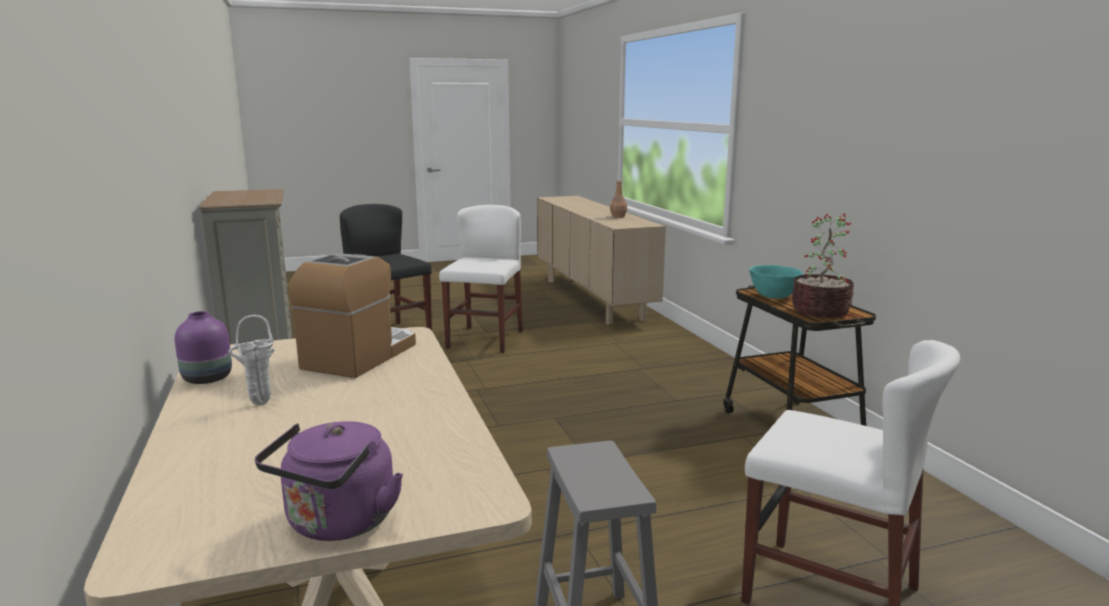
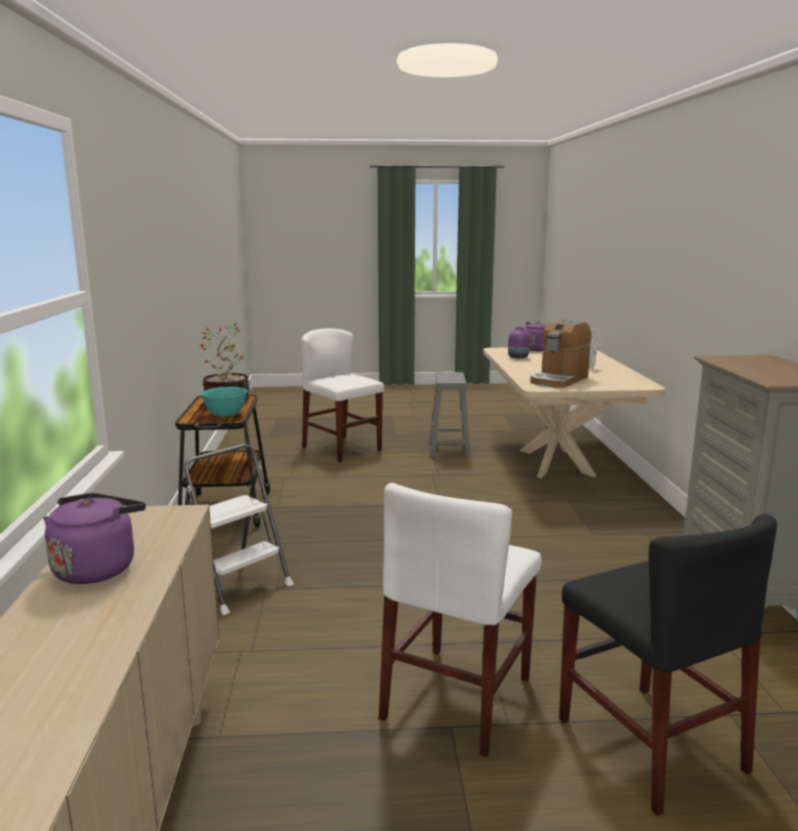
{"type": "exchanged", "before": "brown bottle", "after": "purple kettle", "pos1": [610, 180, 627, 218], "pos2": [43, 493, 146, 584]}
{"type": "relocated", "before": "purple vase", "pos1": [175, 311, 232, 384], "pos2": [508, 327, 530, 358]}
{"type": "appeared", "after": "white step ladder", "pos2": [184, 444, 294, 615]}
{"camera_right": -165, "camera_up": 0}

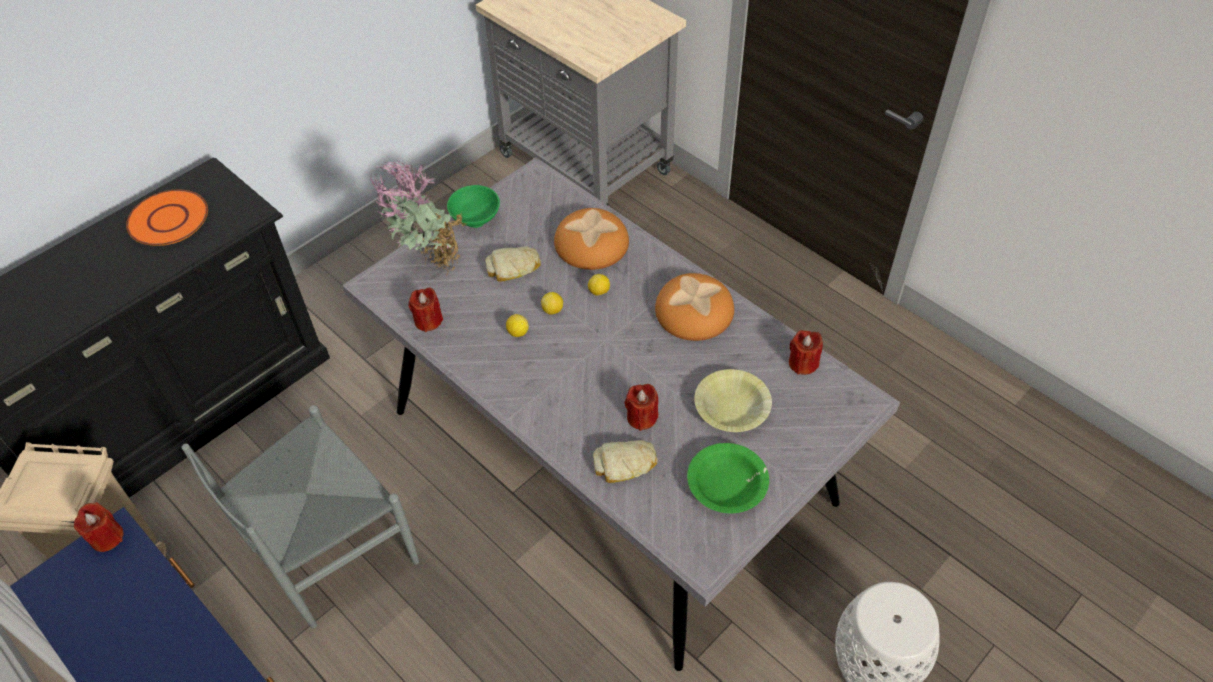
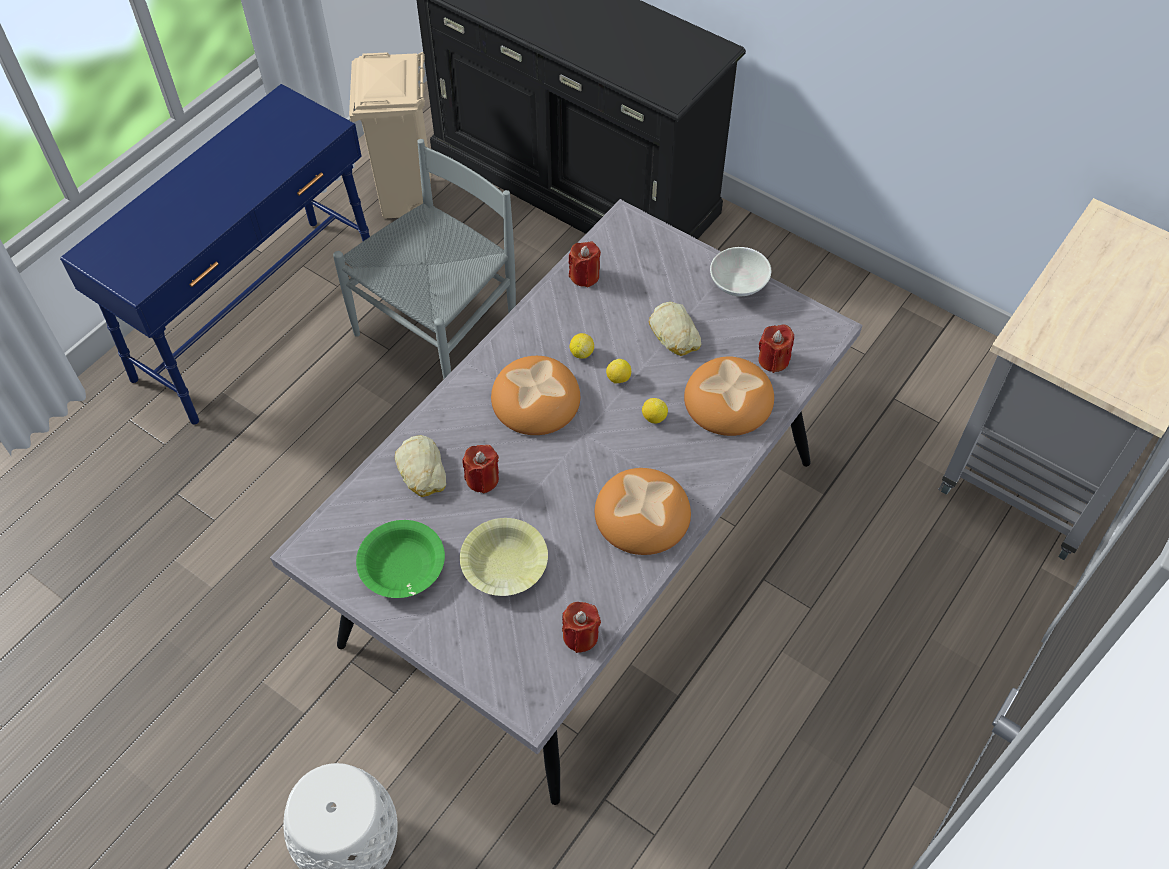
{"type": "missing", "before": "potted plant", "pos1": [370, 161, 468, 275]}
{"type": "colour", "before": "green bowl", "after": "white bowl", "pos1": [447, 185, 500, 228], "pos2": [710, 247, 771, 297]}
{"type": "missing", "before": "orange plate", "pos1": [126, 189, 208, 246]}
{"type": "spun", "before": "grey chair", "pos1": [182, 405, 419, 629], "pos2": [333, 139, 516, 379], "turn": 90}
{"type": "relocated", "before": "red candle", "pos1": [74, 502, 123, 552], "pos2": [758, 325, 794, 373]}
{"type": "appeared", "after": "bread", "pos2": [491, 356, 580, 435]}
{"camera_right": 80, "camera_up": 5}

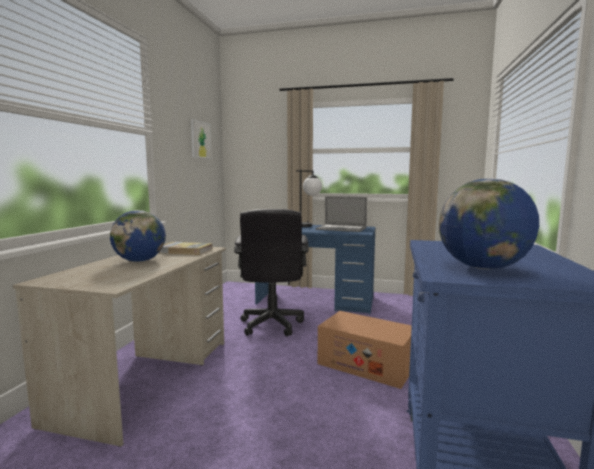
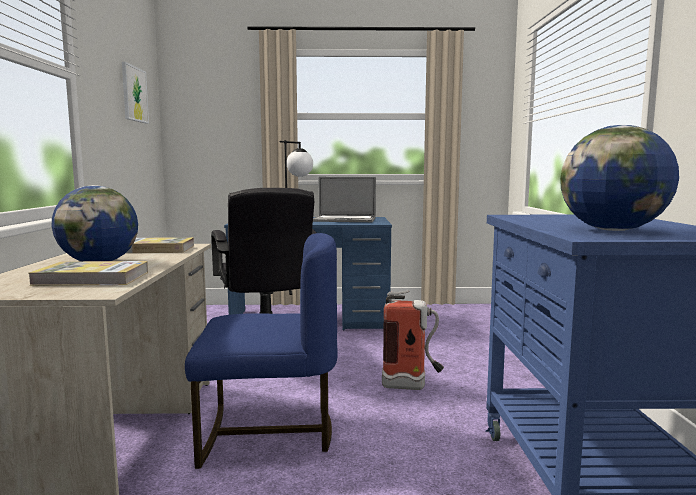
{"type": "exchanged", "before": "cardboard box", "after": "fire extinguisher", "pos1": [318, 311, 412, 389], "pos2": [382, 291, 444, 390]}
{"type": "appeared", "after": "blue chair", "pos2": [185, 233, 337, 469]}
{"type": "appeared", "after": "book", "pos2": [29, 261, 148, 286]}
{"camera_right": -15, "camera_up": 0}

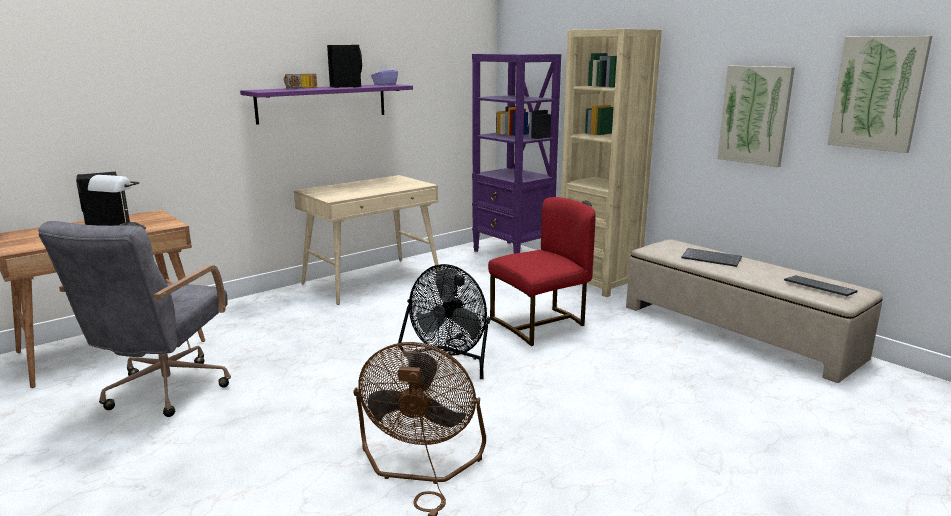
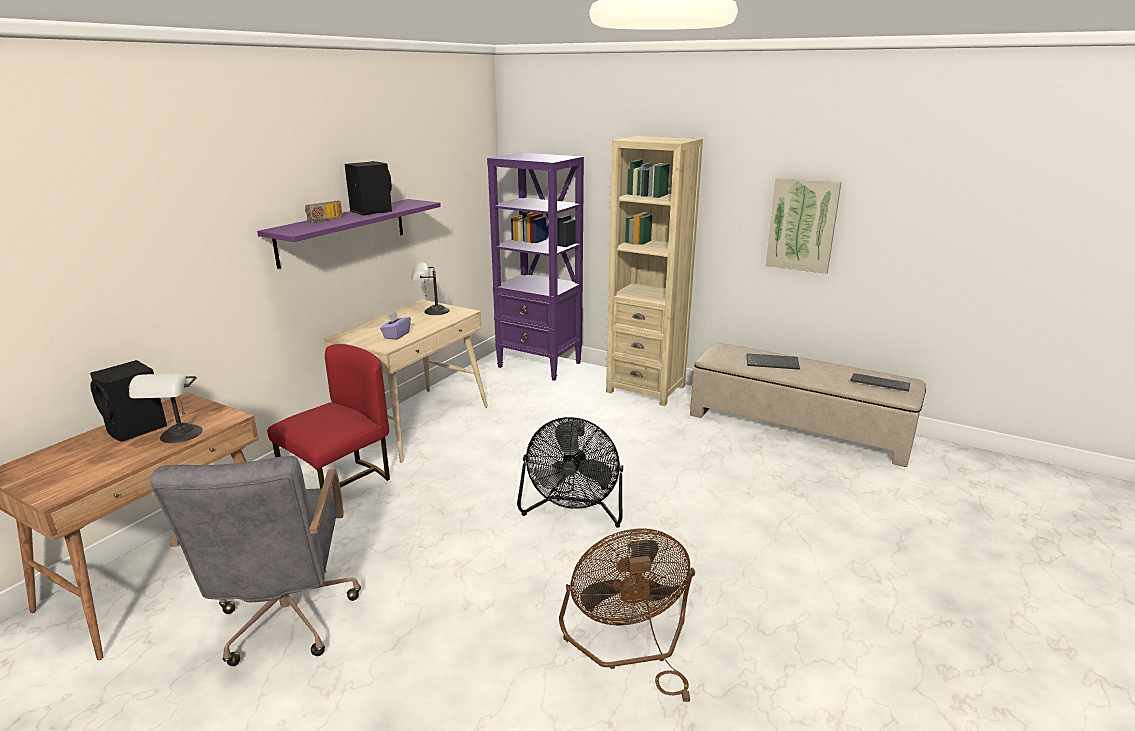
{"type": "missing", "before": "picture", "pos1": [828, 36, 932, 153]}
{"type": "relocated", "before": "purple tissue box", "pos1": [371, 65, 398, 85], "pos2": [380, 311, 411, 340]}
{"type": "relocated", "before": "red chair", "pos1": [488, 197, 596, 346], "pos2": [267, 344, 390, 489]}
{"type": "appeared", "after": "table lamp", "pos2": [412, 263, 450, 315]}
{"camera_right": -20, "camera_up": 5}

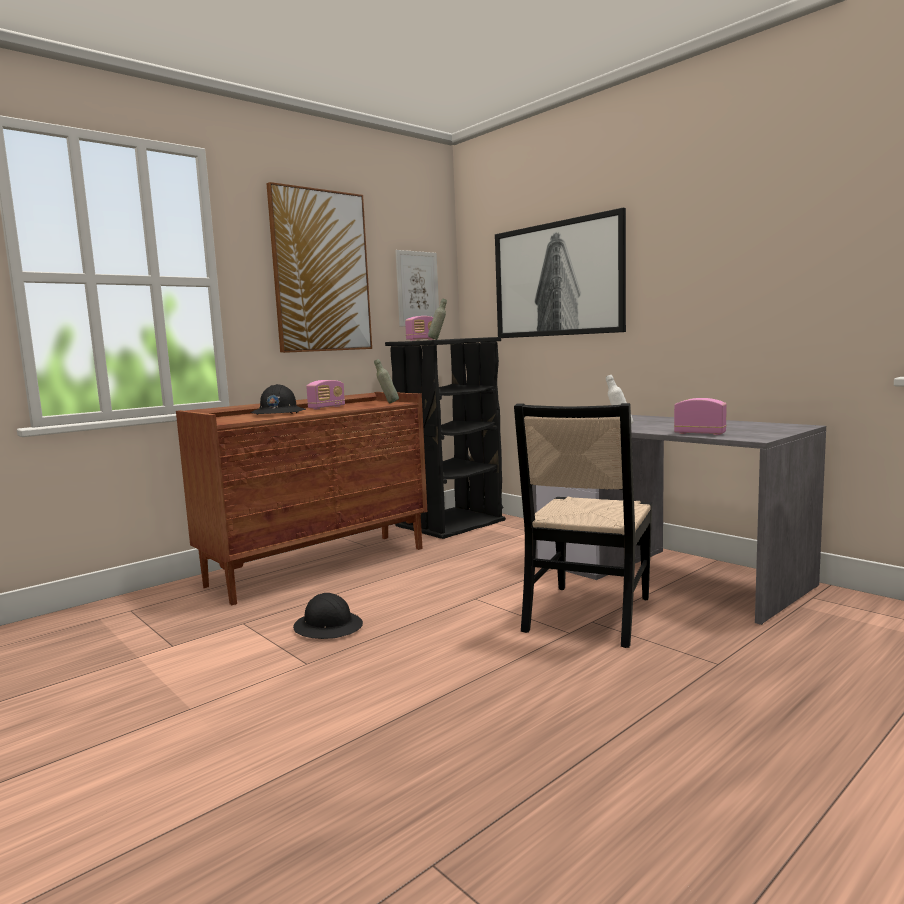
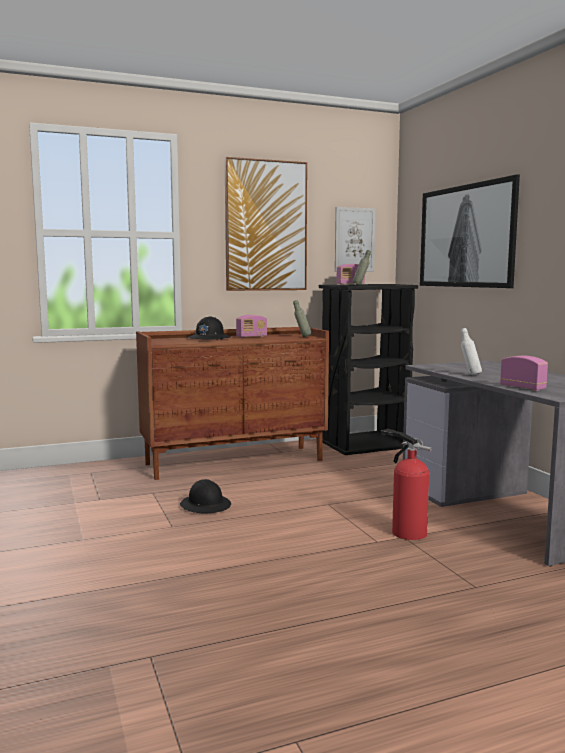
{"type": "exchanged", "before": "chair", "after": "fire extinguisher", "pos1": [514, 403, 652, 648], "pos2": [381, 429, 432, 540]}
{"camera_right": 20, "camera_up": 0}

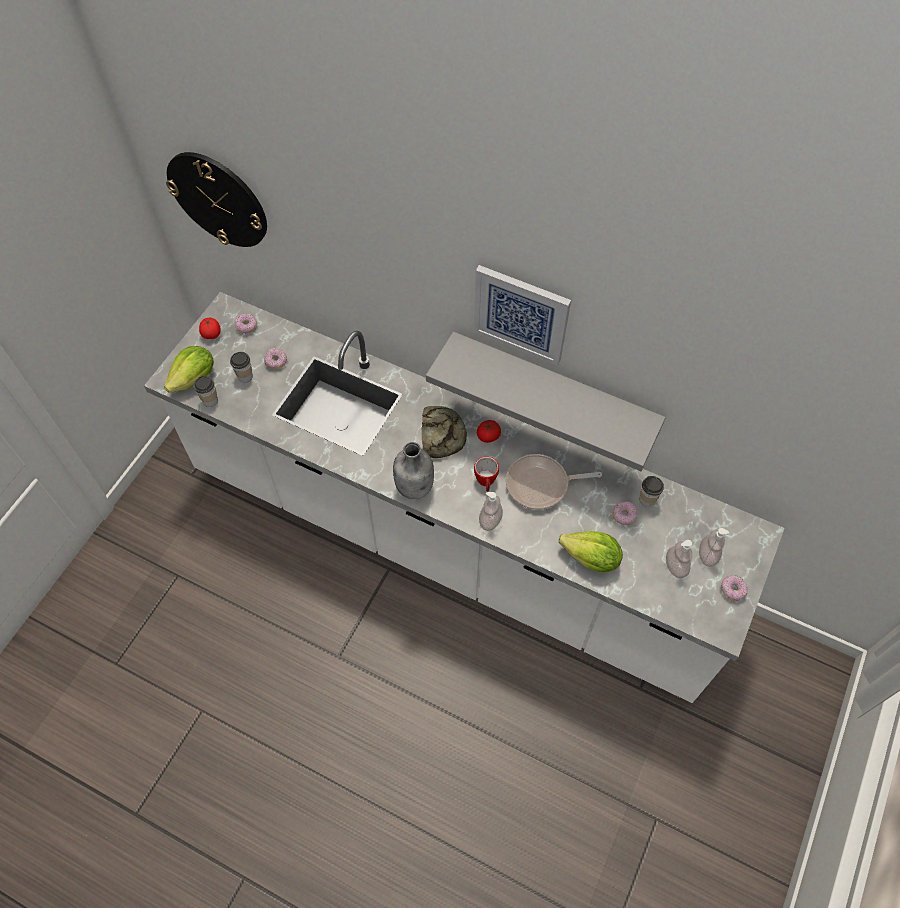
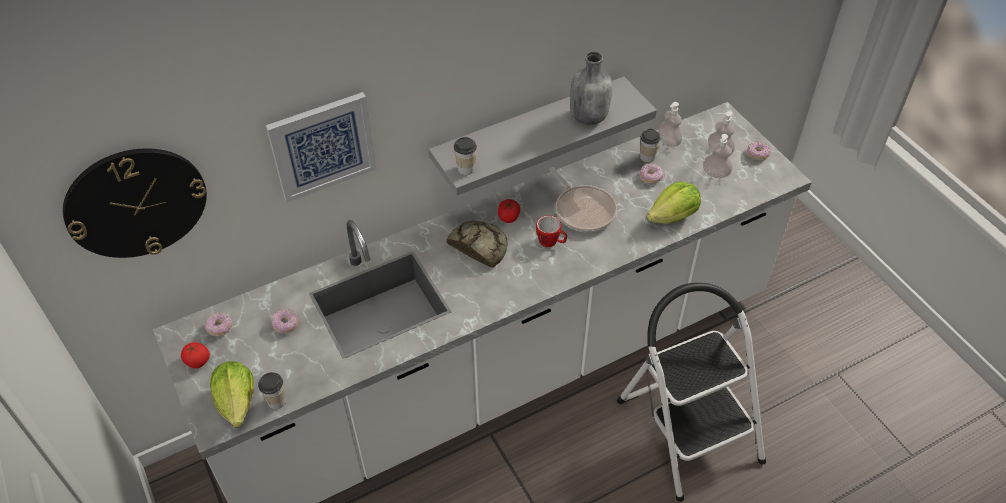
{"type": "relocated", "before": "picture", "pos1": [474, 265, 571, 366], "pos2": [265, 92, 377, 203]}
{"type": "relocated", "before": "cup", "pos1": [230, 352, 253, 383], "pos2": [454, 137, 477, 175]}
{"type": "relocated", "before": "grey bottle", "pos1": [393, 442, 434, 499], "pos2": [570, 51, 612, 125]}
{"type": "spun", "before": "frying pan", "pos1": [506, 454, 602, 510], "pos2": [549, 167, 617, 232], "turn": -60}
{"type": "relocated", "before": "soap dispenser", "pos1": [479, 492, 503, 531], "pos2": [659, 102, 682, 147]}
{"type": "appeared", "after": "step ladder", "pos2": [617, 283, 766, 502]}
{"camera_right": -55, "camera_up": -10}

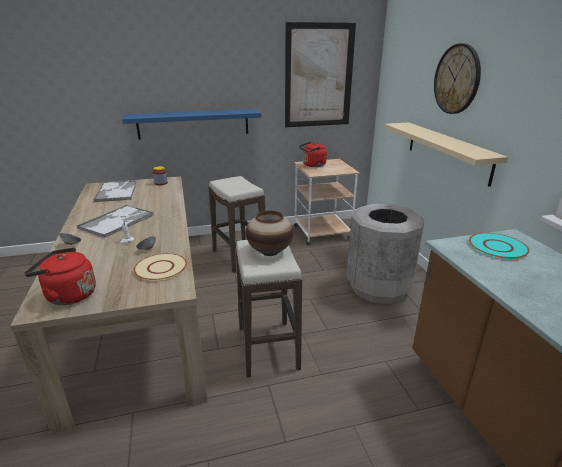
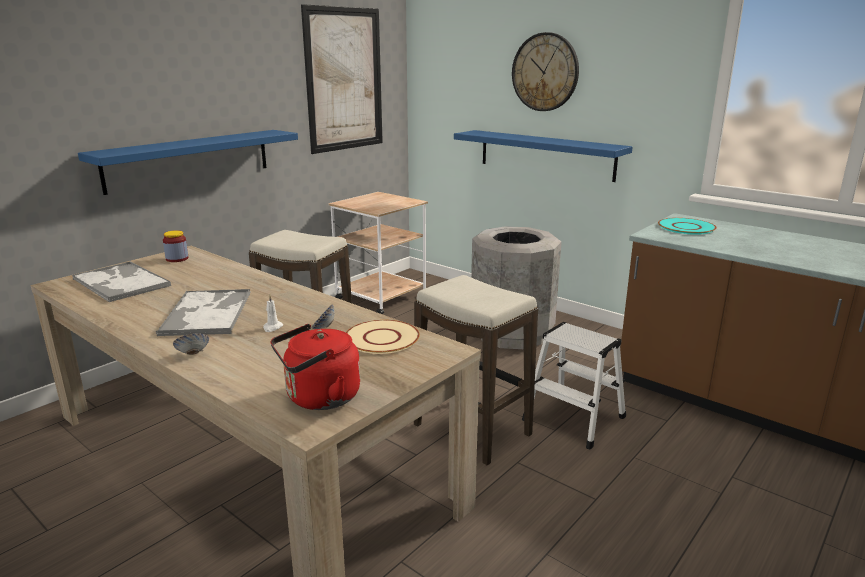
{"type": "colour", "before": "beige shelf", "after": "blue shelf", "pos1": [384, 122, 508, 187], "pos2": [454, 130, 633, 182]}
{"type": "missing", "before": "red kettle", "pos1": [299, 142, 327, 167]}
{"type": "missing", "before": "vase", "pos1": [246, 211, 294, 256]}
{"type": "appeared", "after": "white step ladder", "pos2": [522, 322, 626, 450]}
{"camera_right": -35, "camera_up": -5}

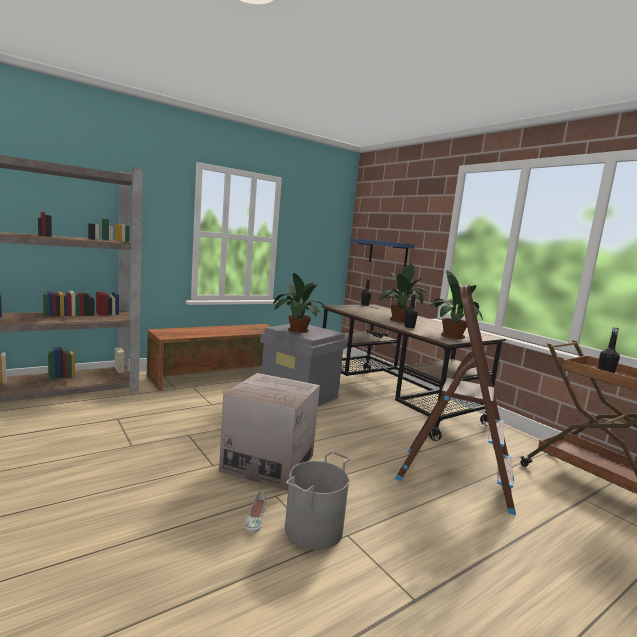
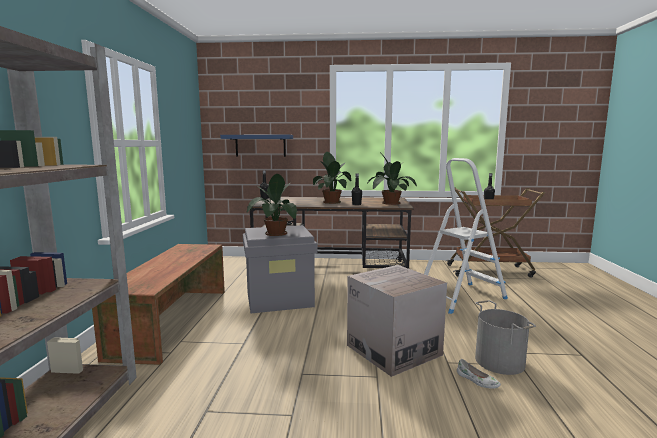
{"type": "colour", "before": "brown step ladder", "after": "white step ladder", "pos1": [395, 284, 516, 515], "pos2": [424, 158, 508, 314]}
{"camera_right": -50, "camera_up": 0}

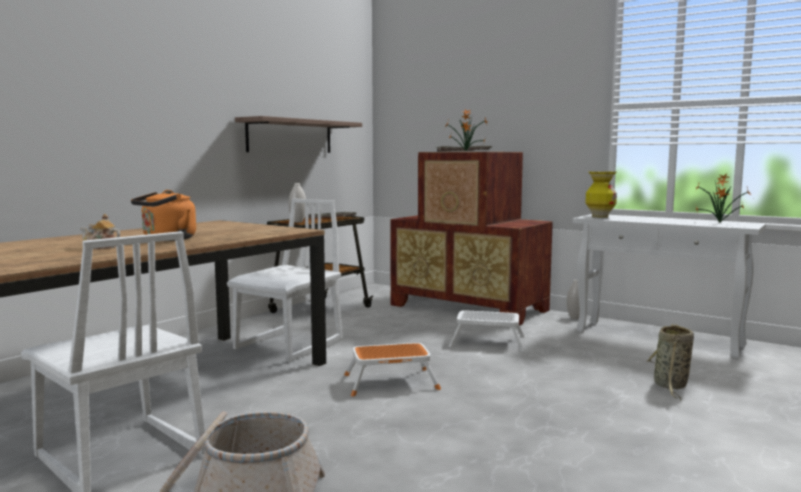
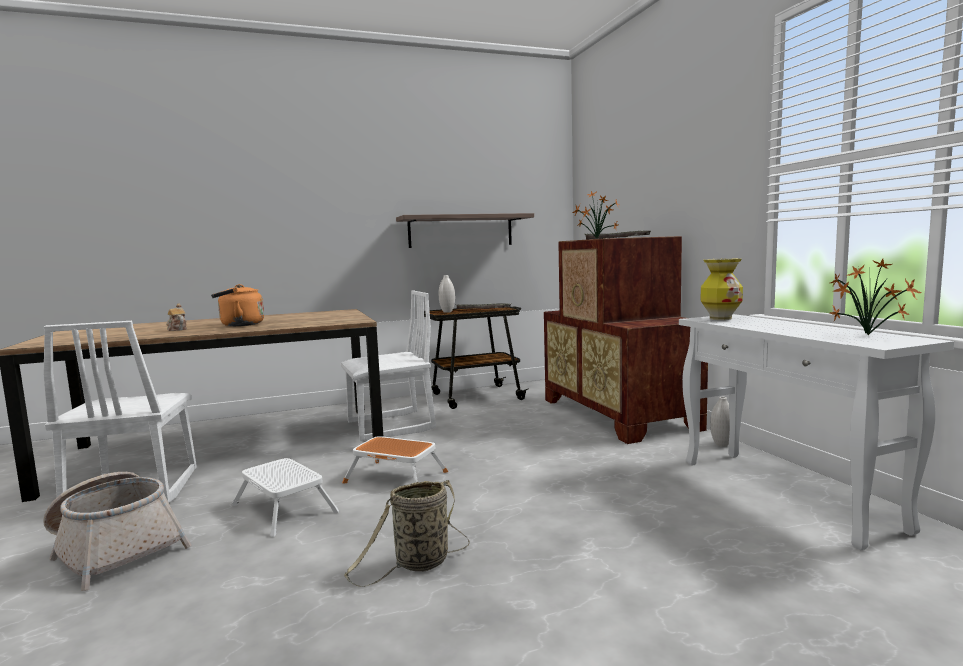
{"type": "relocated", "before": "white step ladder", "pos1": [449, 310, 525, 352], "pos2": [232, 458, 339, 537]}
{"type": "relocated", "before": "basket", "pos1": [647, 324, 694, 400], "pos2": [344, 480, 470, 587]}
{"camera_right": 35, "camera_up": 0}

